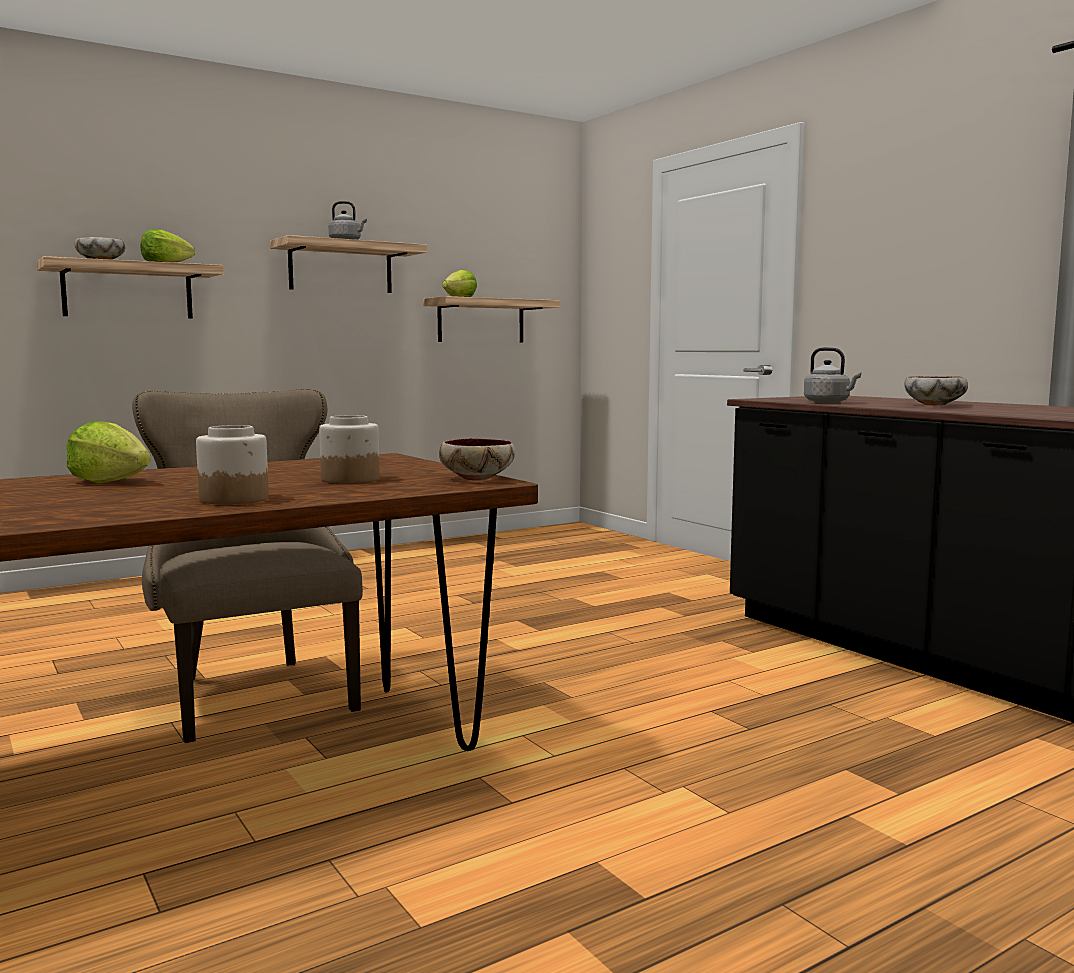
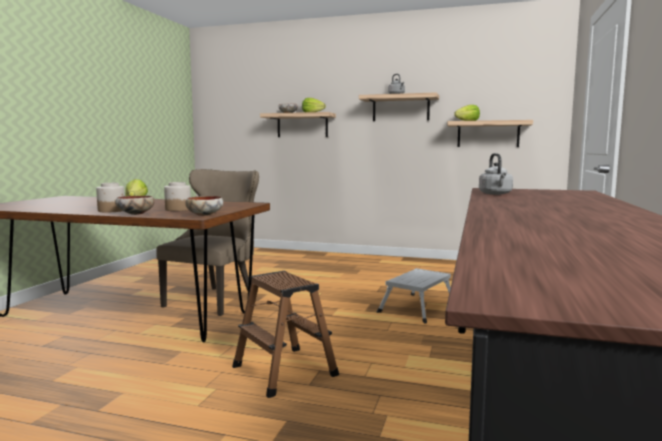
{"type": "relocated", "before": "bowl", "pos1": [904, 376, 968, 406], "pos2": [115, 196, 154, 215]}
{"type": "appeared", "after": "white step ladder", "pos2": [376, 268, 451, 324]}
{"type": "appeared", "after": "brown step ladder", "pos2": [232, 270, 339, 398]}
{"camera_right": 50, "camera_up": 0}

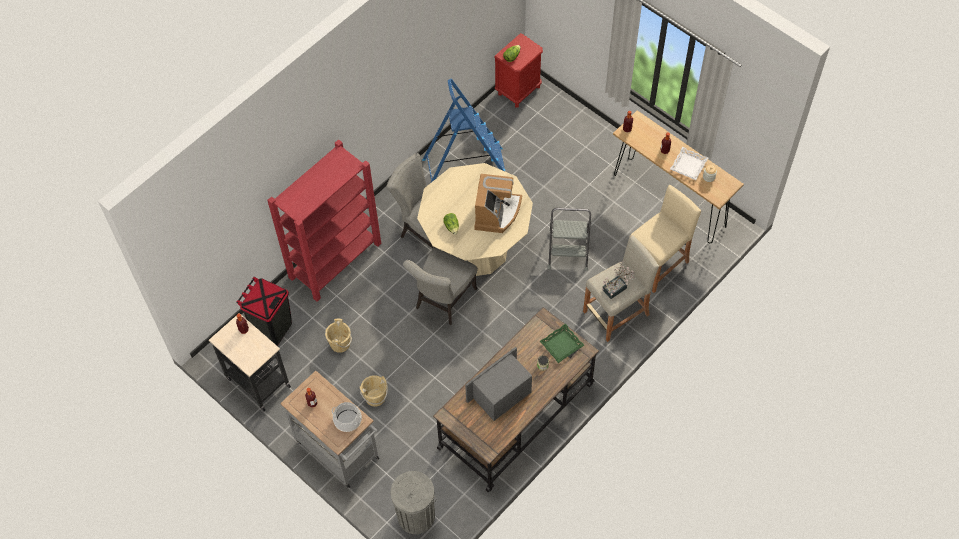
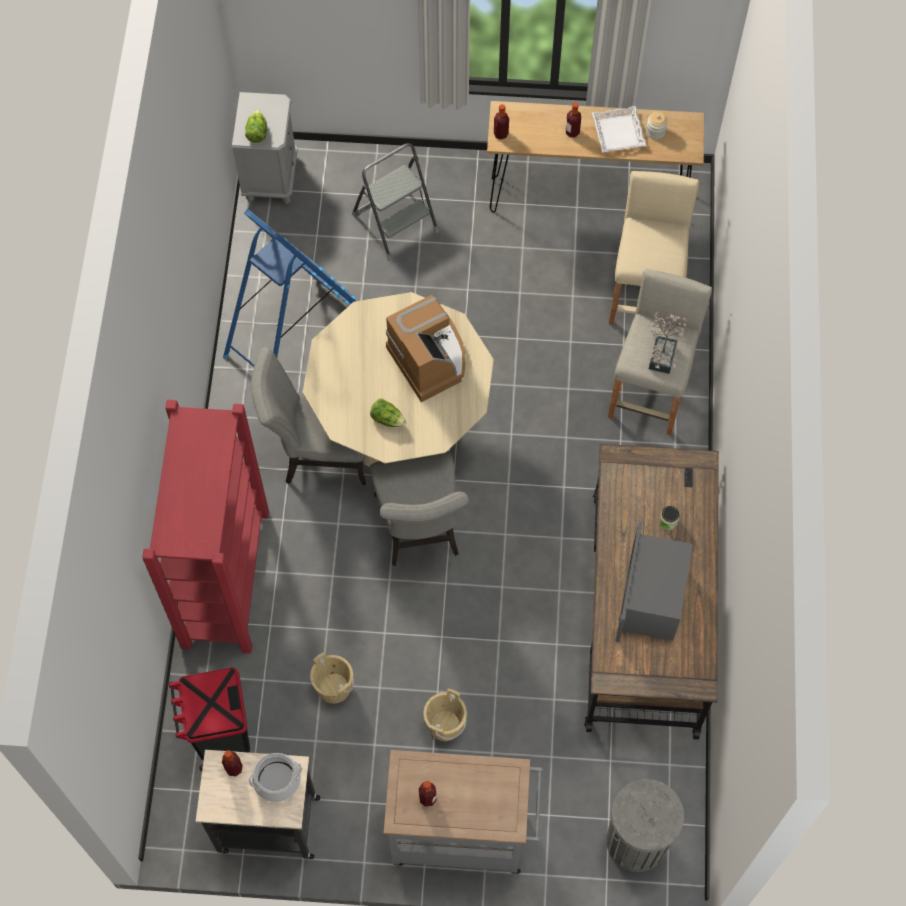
{"type": "colour", "before": "red nightstand", "after": "grey nightstand", "pos1": [494, 33, 543, 108], "pos2": [232, 92, 298, 204]}
{"type": "relocated", "before": "grey step ladder", "pos1": [547, 208, 591, 271], "pos2": [352, 143, 440, 261]}
{"type": "missing", "before": "green tray", "pos1": [540, 323, 584, 363]}
{"type": "relocated", "before": "cooking pot", "pos1": [332, 402, 362, 432], "pos2": [248, 753, 302, 802]}
{"camera_right": -40, "camera_up": 5}

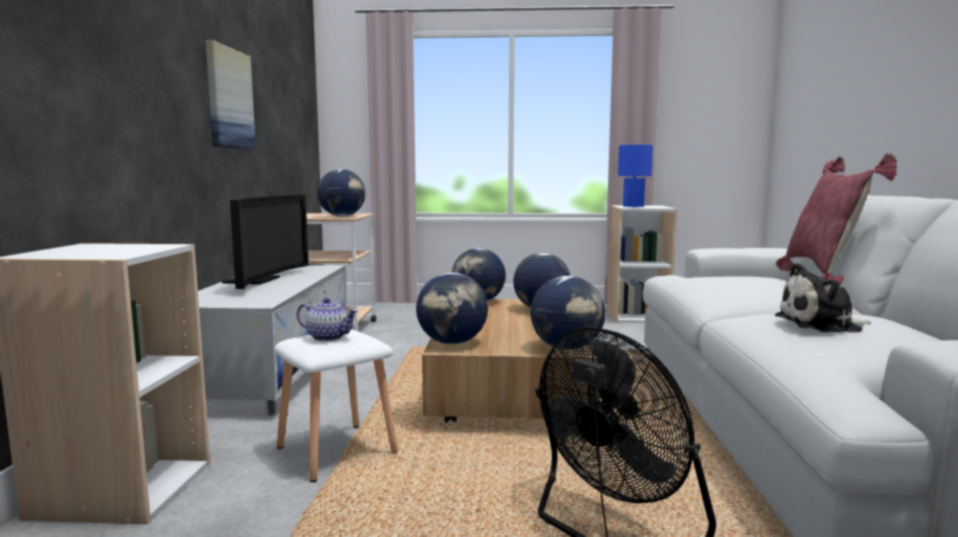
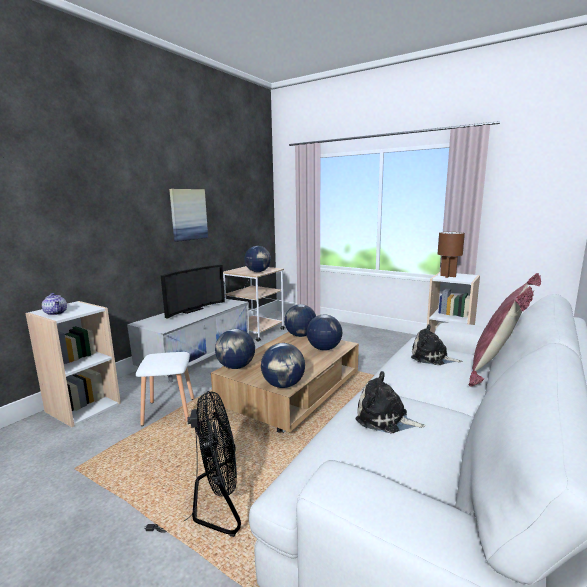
{"type": "colour", "before": "blue table lamp", "after": "brown table lamp", "pos1": [618, 145, 653, 207], "pos2": [438, 232, 465, 278]}
{"type": "relocated", "before": "teapot", "pos1": [297, 298, 358, 341], "pos2": [42, 293, 67, 315]}
{"type": "appeared", "after": "plush toy", "pos2": [411, 324, 462, 365]}
{"camera_right": 30, "camera_up": 5}

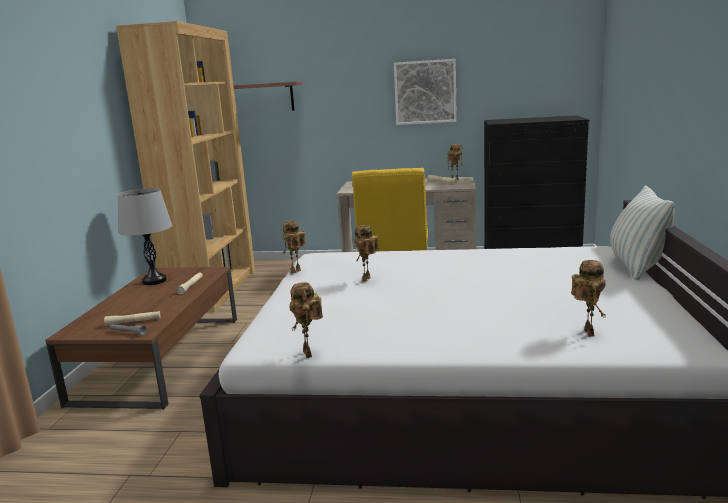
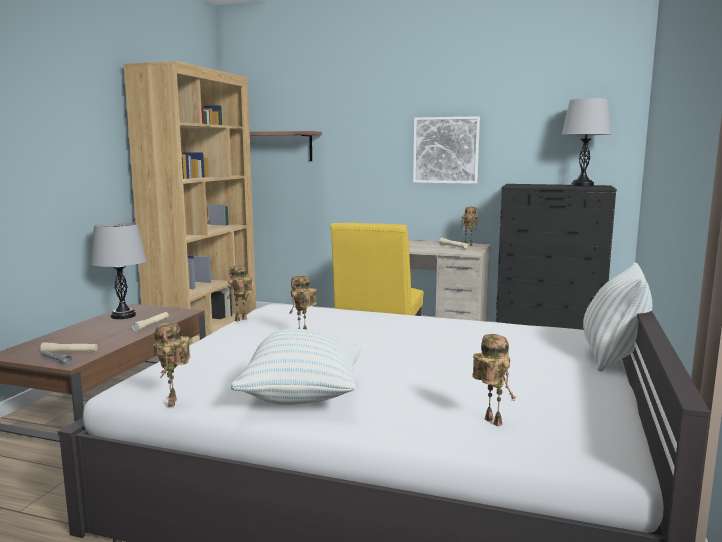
{"type": "spun", "before": "toy robot", "pos1": [571, 260, 606, 337], "pos2": [472, 334, 515, 427], "turn": -45}
{"type": "appeared", "after": "grey table lamp", "pos2": [562, 98, 611, 186]}
{"type": "appeared", "after": "pillow", "pos2": [231, 328, 361, 405]}
{"camera_right": 10, "camera_up": -5}

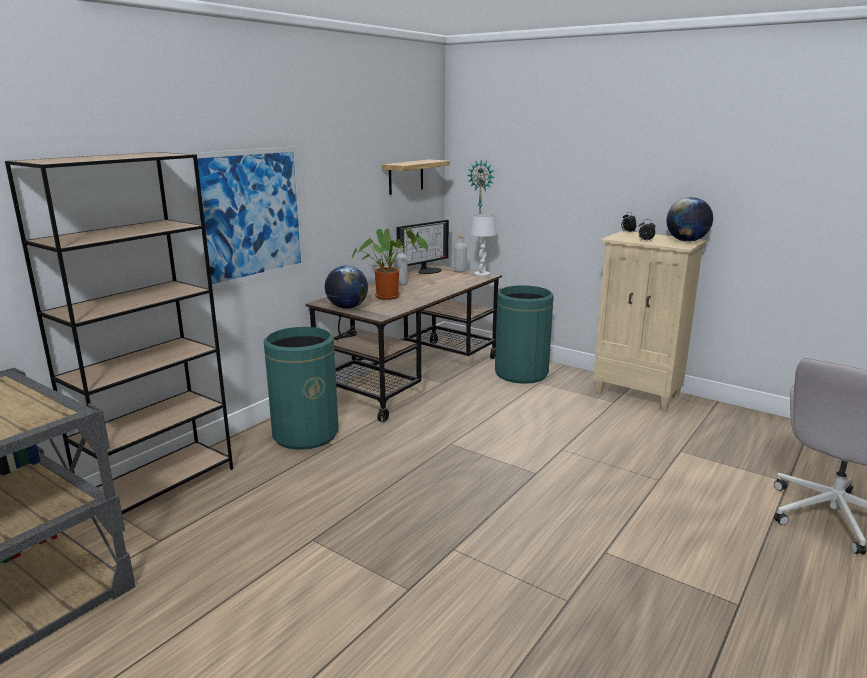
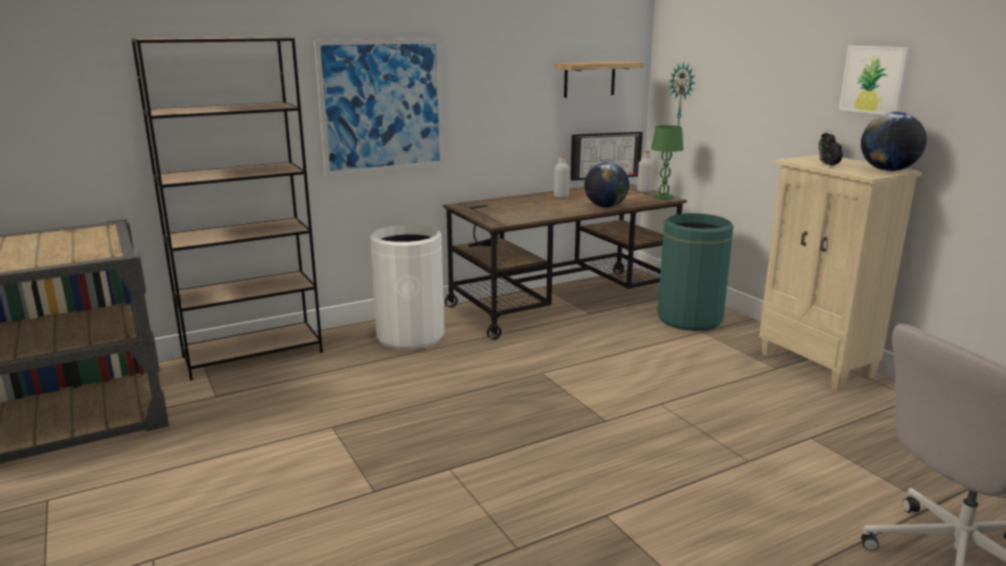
{"type": "colour", "before": "white table lamp", "after": "green table lamp", "pos1": [470, 214, 497, 277], "pos2": [651, 125, 684, 200]}
{"type": "missing", "before": "potted plant", "pos1": [352, 227, 428, 300]}
{"type": "relocated", "before": "globe", "pos1": [325, 265, 368, 309], "pos2": [584, 162, 629, 207]}
{"type": "colour", "before": "green trash can", "after": "white trash can", "pos1": [264, 327, 339, 450], "pos2": [370, 225, 444, 350]}
{"type": "appeared", "after": "picture", "pos2": [839, 45, 910, 115]}
{"camera_right": 25, "camera_up": 0}

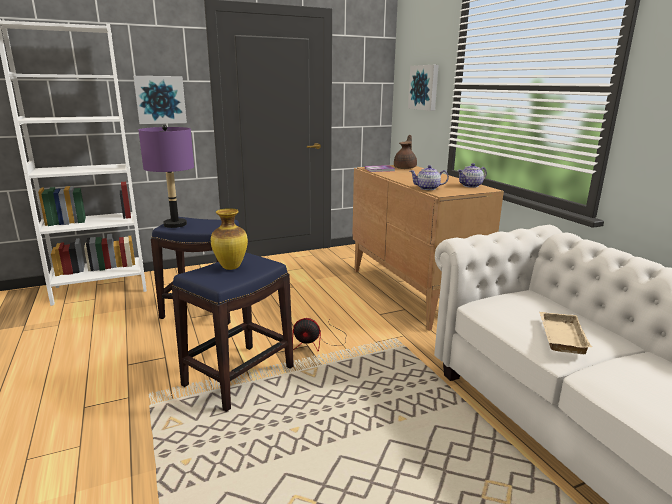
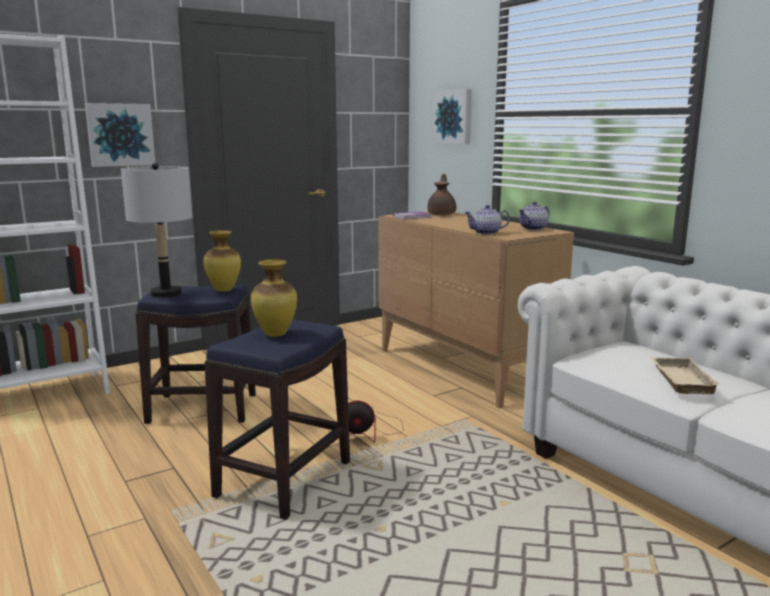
{"type": "colour", "before": "purple table lamp", "after": "grey table lamp", "pos1": [138, 125, 194, 228], "pos2": [121, 163, 192, 298]}
{"type": "appeared", "after": "vase", "pos2": [203, 230, 241, 292]}
{"camera_right": -10, "camera_up": -5}

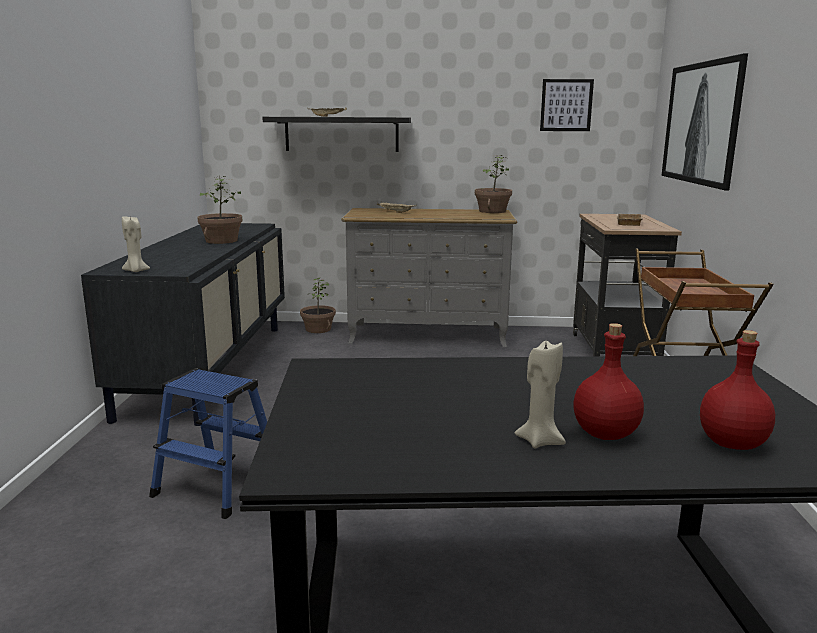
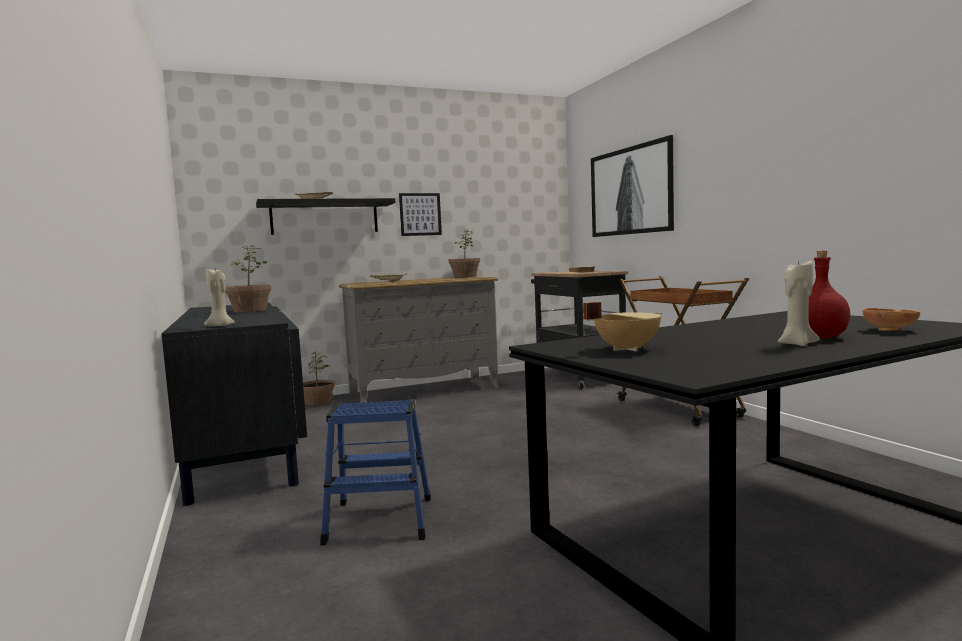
{"type": "relocated", "before": "picture", "pos1": [540, 79, 594, 131], "pos2": [399, 193, 442, 236]}
{"type": "exchanged", "before": "red bottle", "after": "brown bowl", "pos1": [700, 330, 775, 450], "pos2": [863, 308, 920, 331]}
{"type": "appeared", "after": "beige cooking pot", "pos2": [583, 302, 662, 351]}
{"camera_right": -25, "camera_up": -10}

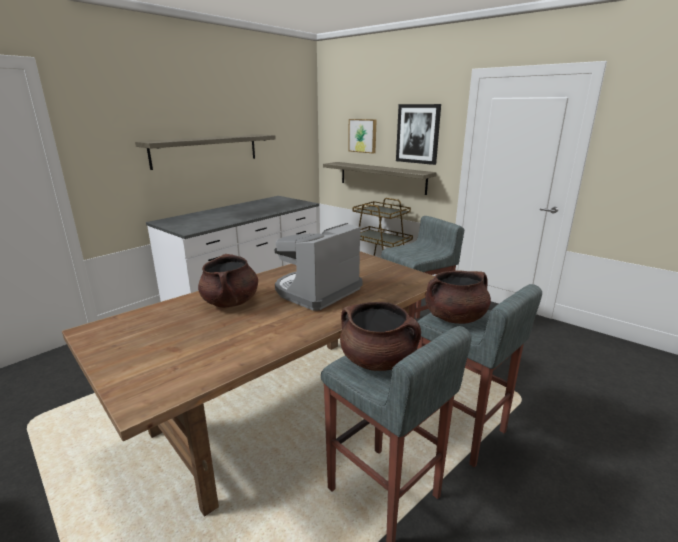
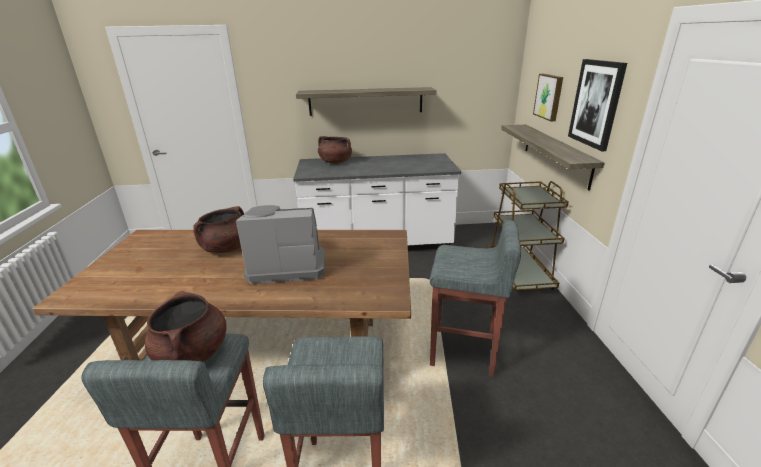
{"type": "relocated", "before": "brown cooking pot", "pos1": [425, 270, 491, 324], "pos2": [318, 136, 352, 164]}
{"camera_right": 45, "camera_up": 5}

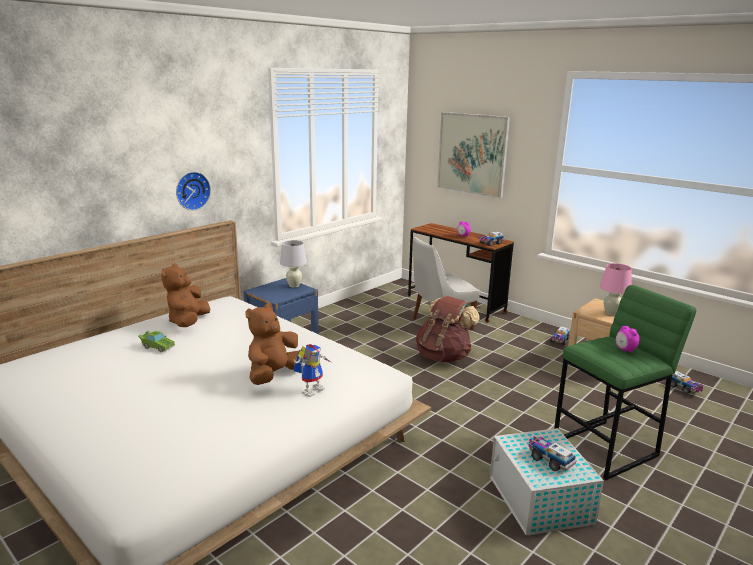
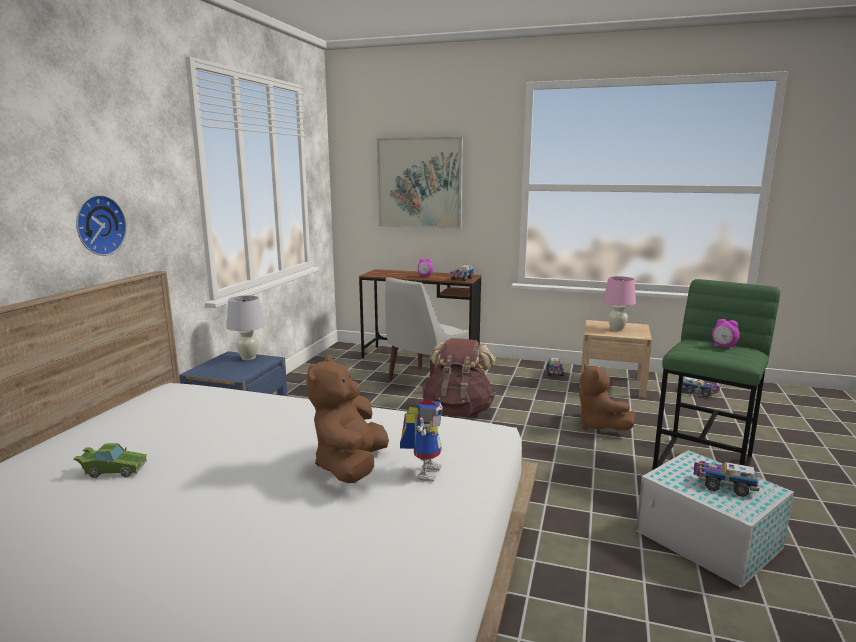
{"type": "relocated", "before": "brown plush toy", "pos1": [162, 263, 211, 327], "pos2": [579, 364, 636, 430]}
{"camera_right": -25, "camera_up": -5}

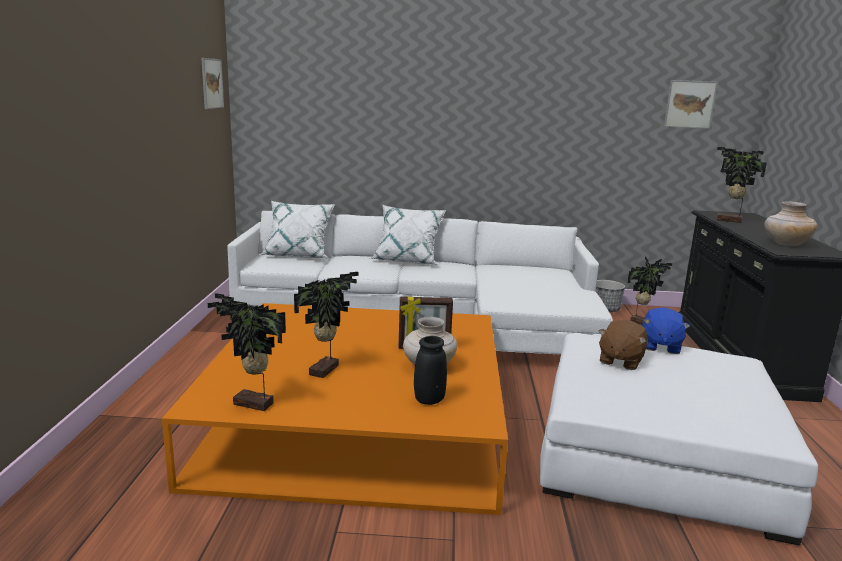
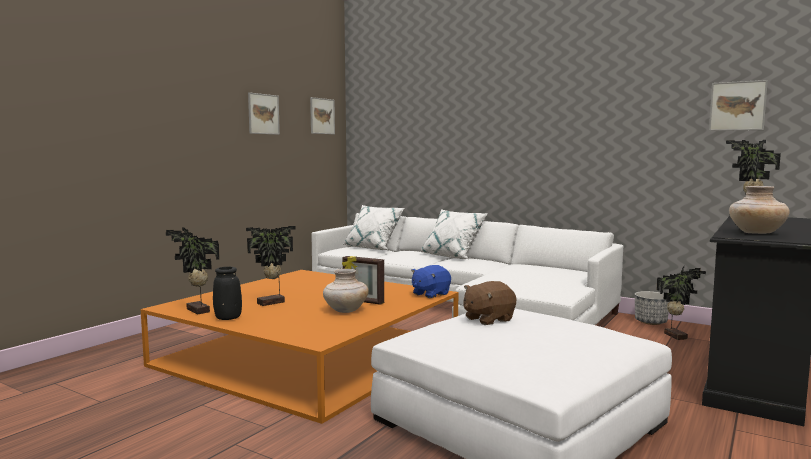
{"type": "relocated", "before": "blue plush toy", "pos1": [643, 308, 690, 354], "pos2": [411, 265, 451, 298]}
{"type": "relocated", "before": "black vase", "pos1": [414, 336, 447, 405], "pos2": [213, 267, 242, 320]}
{"type": "appeared", "after": "picture", "pos2": [248, 92, 280, 135]}
{"camera_right": 30, "camera_up": -10}

